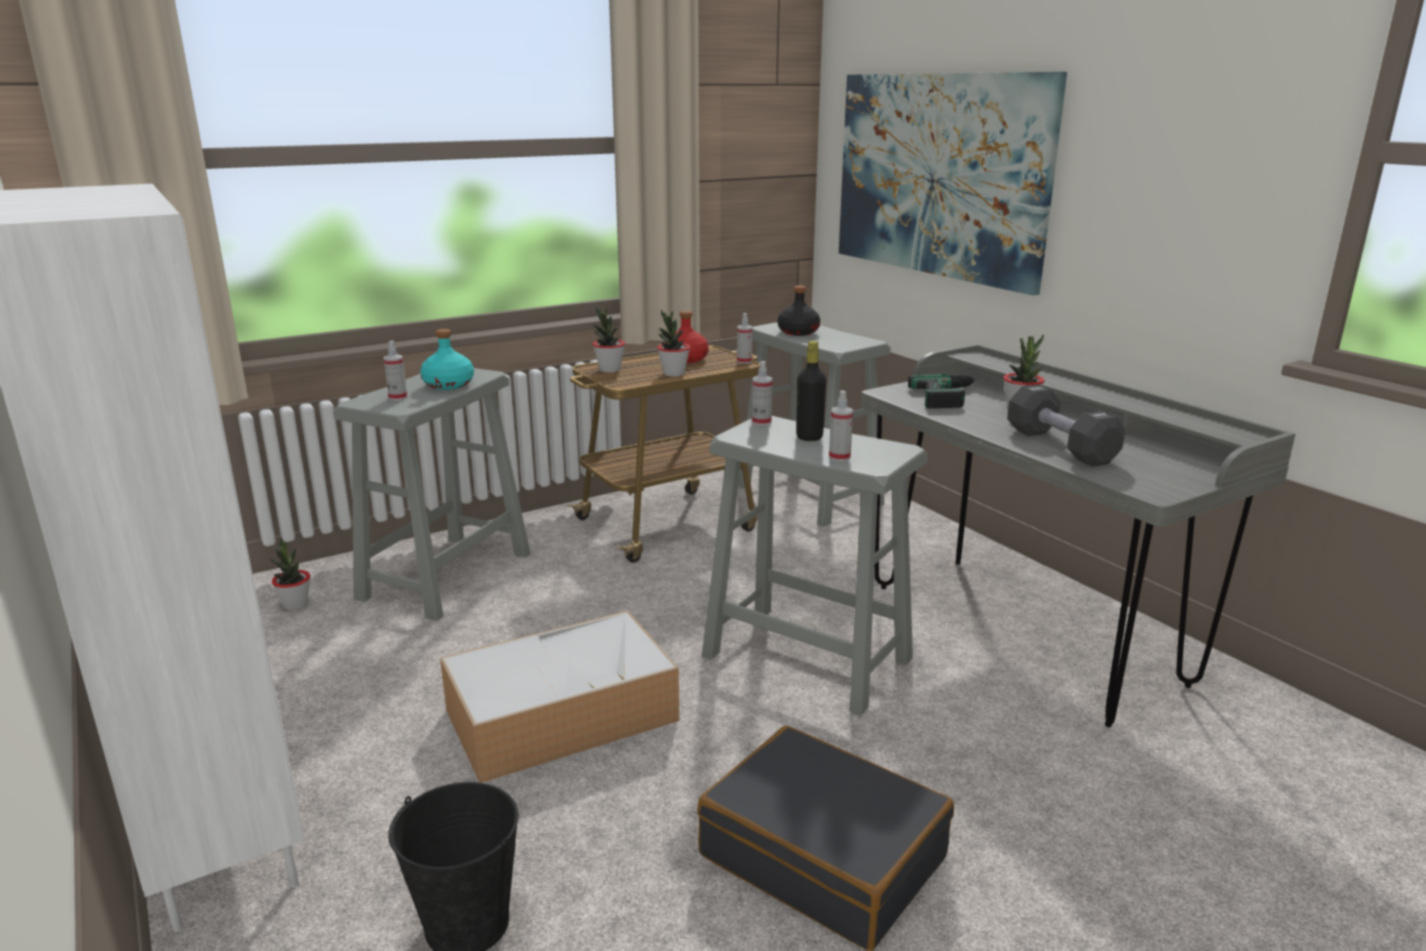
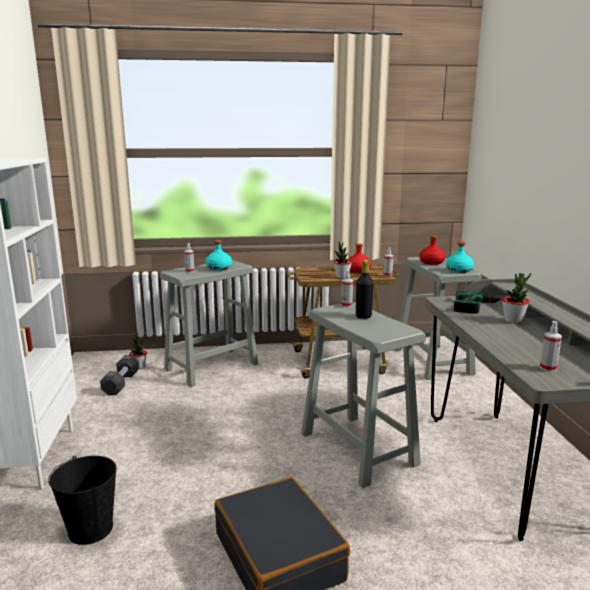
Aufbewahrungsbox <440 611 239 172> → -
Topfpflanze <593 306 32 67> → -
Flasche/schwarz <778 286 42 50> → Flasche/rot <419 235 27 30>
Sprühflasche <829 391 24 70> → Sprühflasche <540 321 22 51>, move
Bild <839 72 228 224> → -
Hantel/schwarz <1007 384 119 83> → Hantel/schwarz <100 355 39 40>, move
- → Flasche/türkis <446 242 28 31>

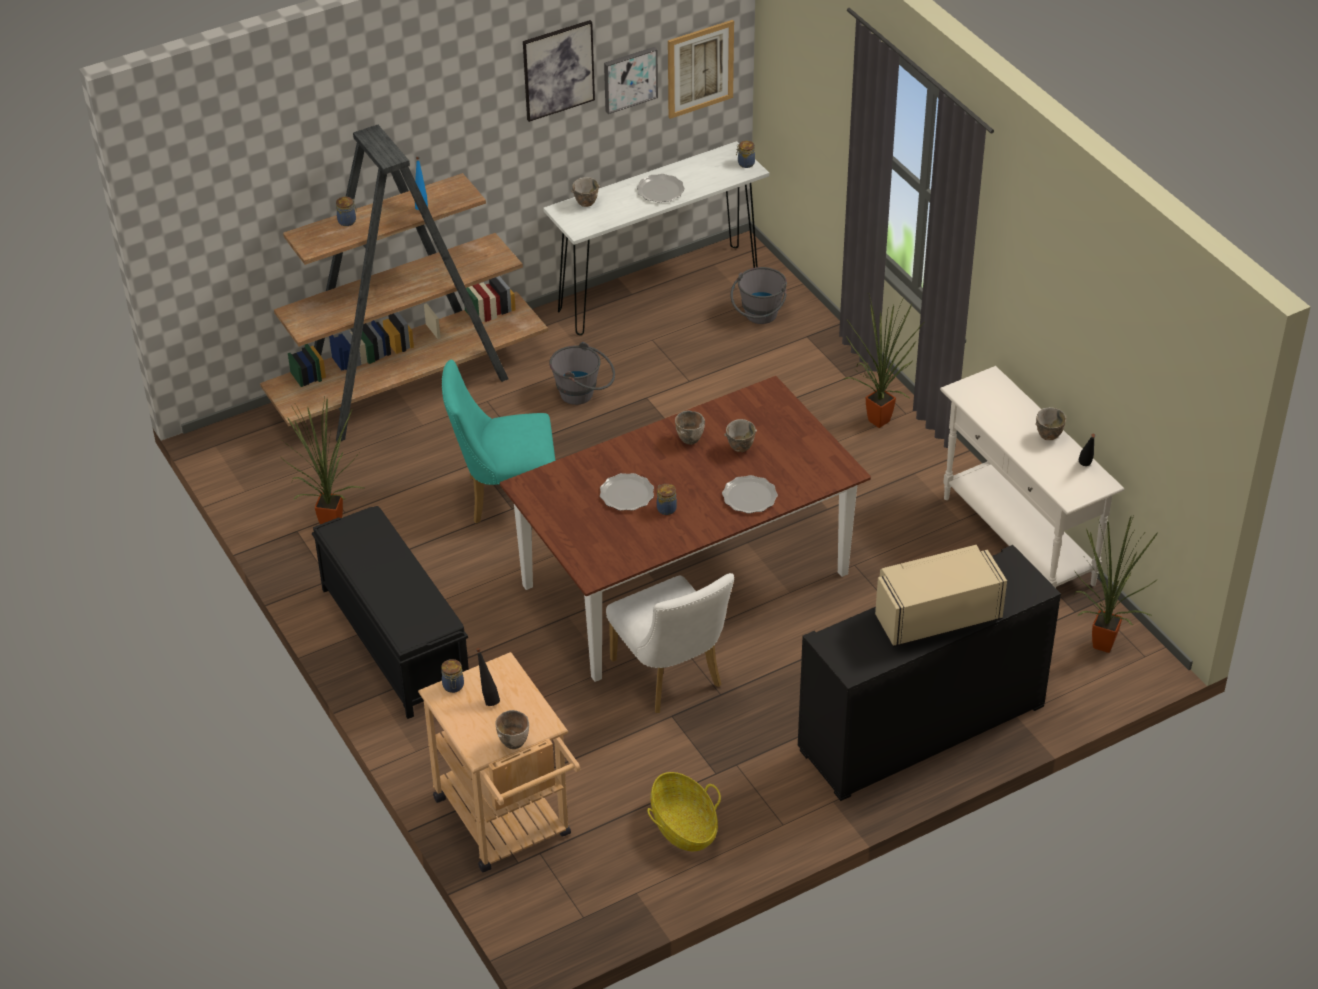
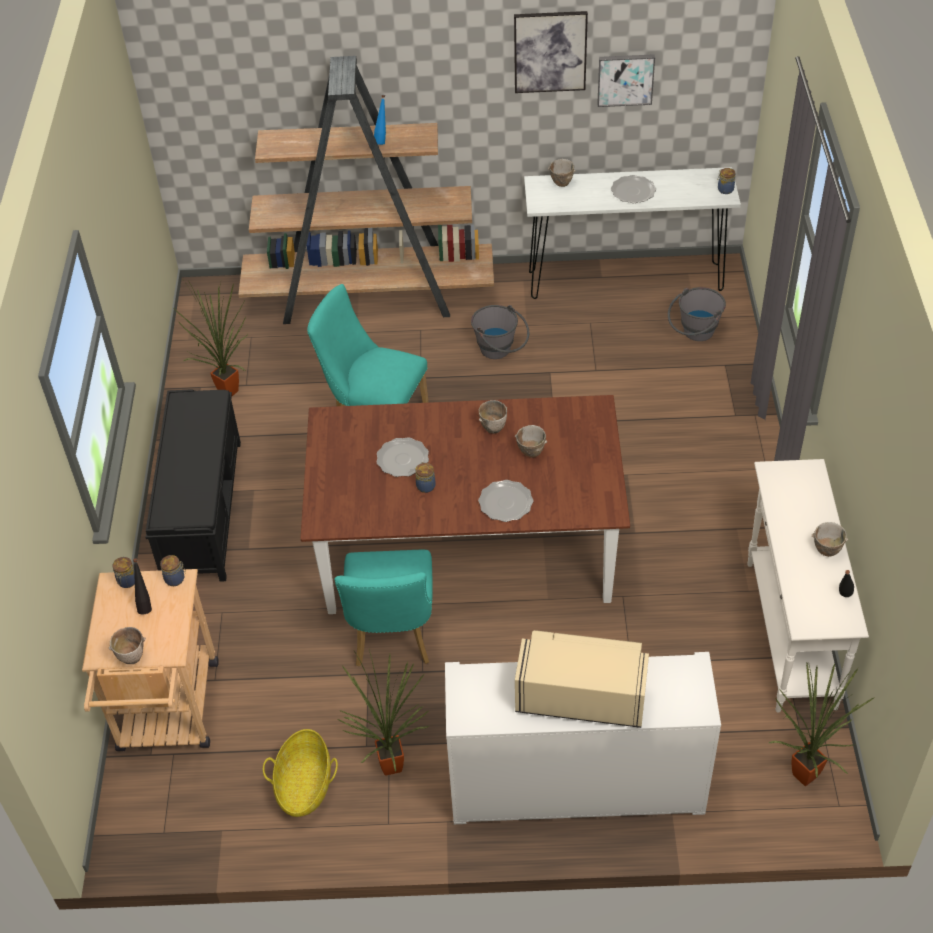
Vorratsglas <336 197 21 29> → Vorratsglas <160 555 26 31>, move
Stuhl/weiß <606 573 128 140> → Stuhl/türkis <334 550 99 117>
Bild <668 20 66 99> → -
Schrank/schwarz <798 545 263 256> → Schrank/weiß <445 652 276 172>
Topfpflanze <844 295 80 133> → Topfpflanze <338 649 91 127>, move

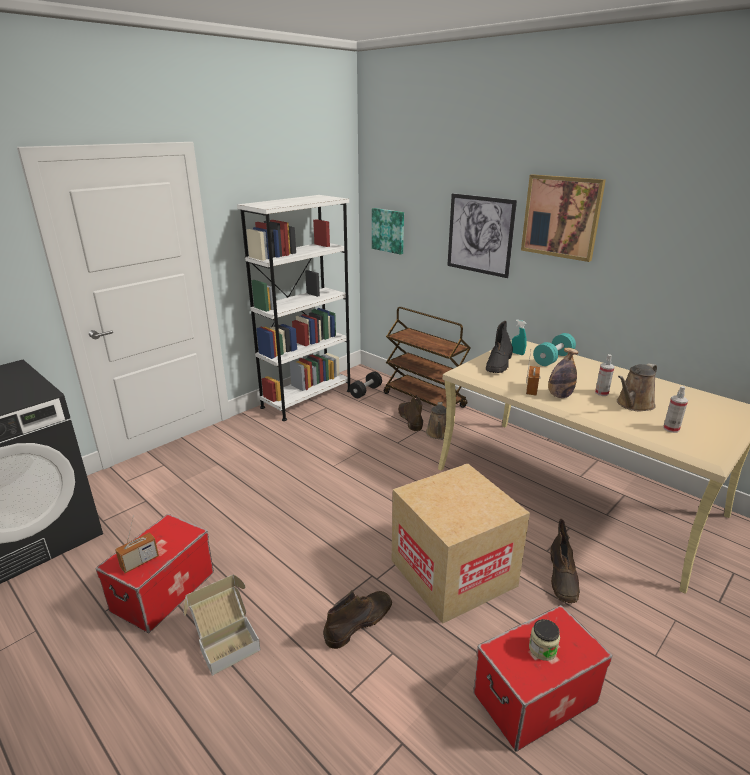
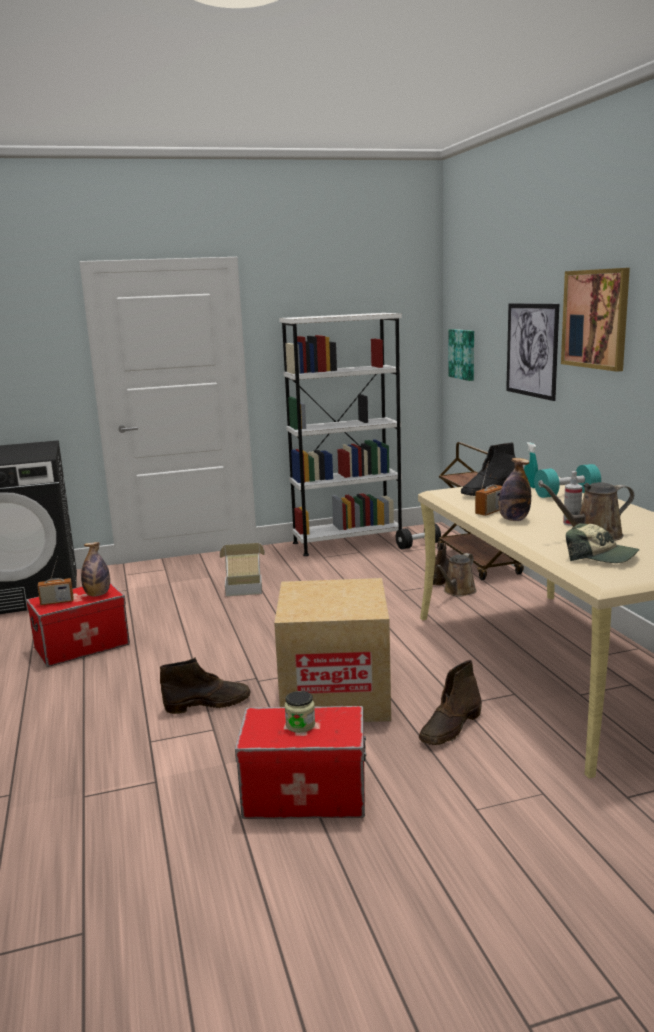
Karton <184 575 77 101> → Karton <220 543 45 53>, move
Sprühflasche <663 386 25 47> → Kappe <566 523 74 40>
- → Flasche <81 542 29 54>

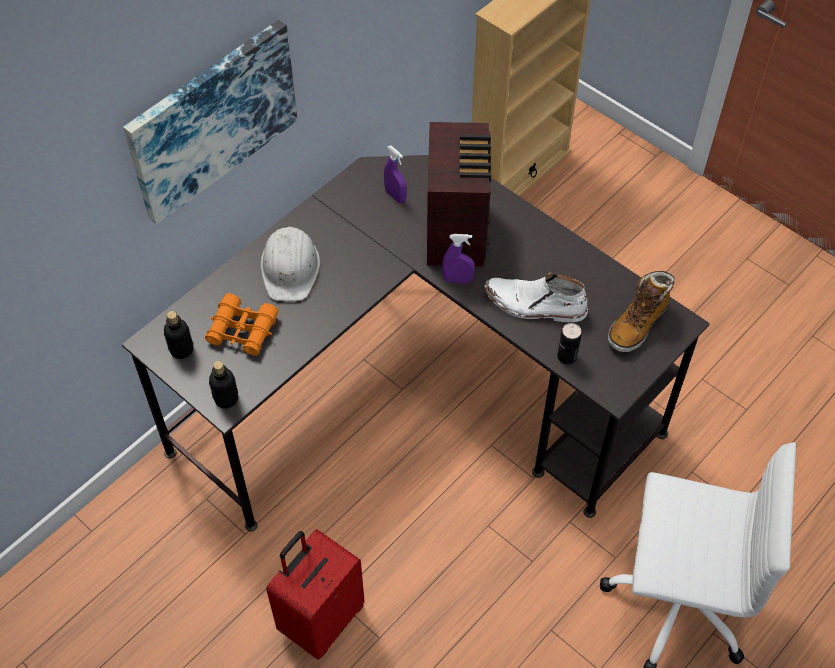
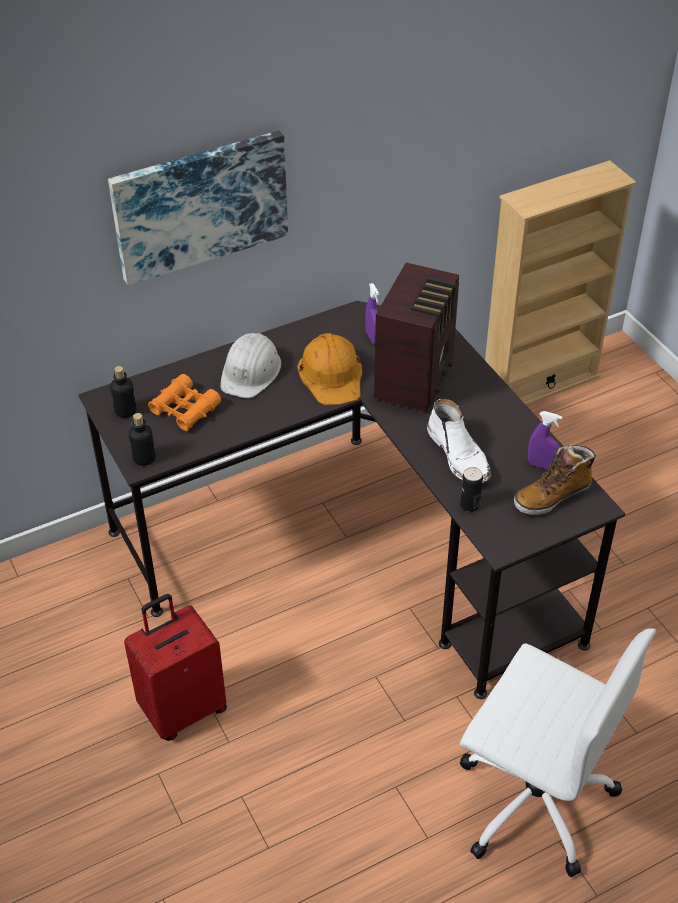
Sprühflasche/lila <442 234 33 49> → Sprühflasche/lila <528 411 34 59>, move
Stiefel/weiß <484 272 104 50> → Stiefel/weiß <427 399 64 84>, 150 degrees counterclockwise
- → Schutzhelm/orange <297 333 65 72>

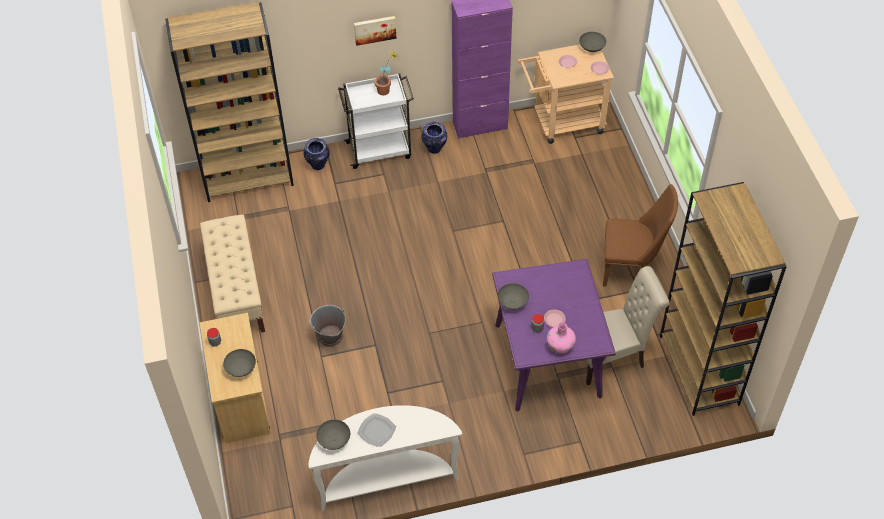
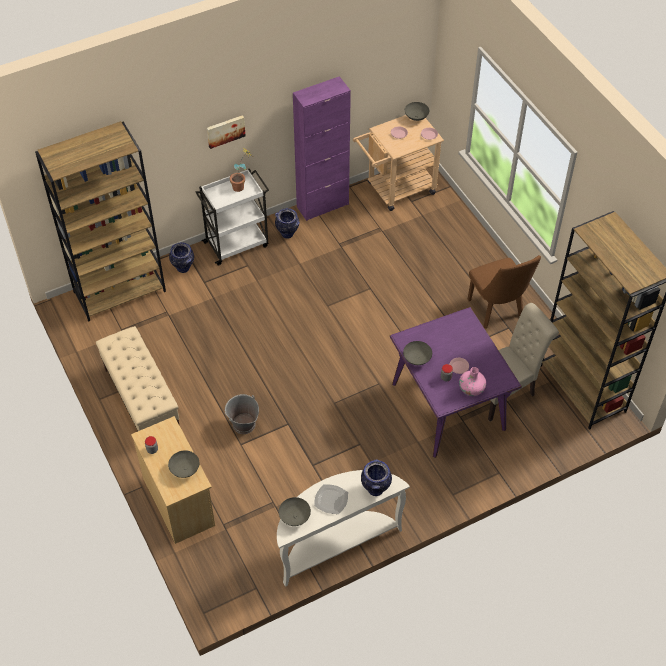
Stuhl/braun <603 184 75 103> → Stuhl/braun <468 255 73 74>, 75 degrees clockwise
- → Vase <361 459 31 37>

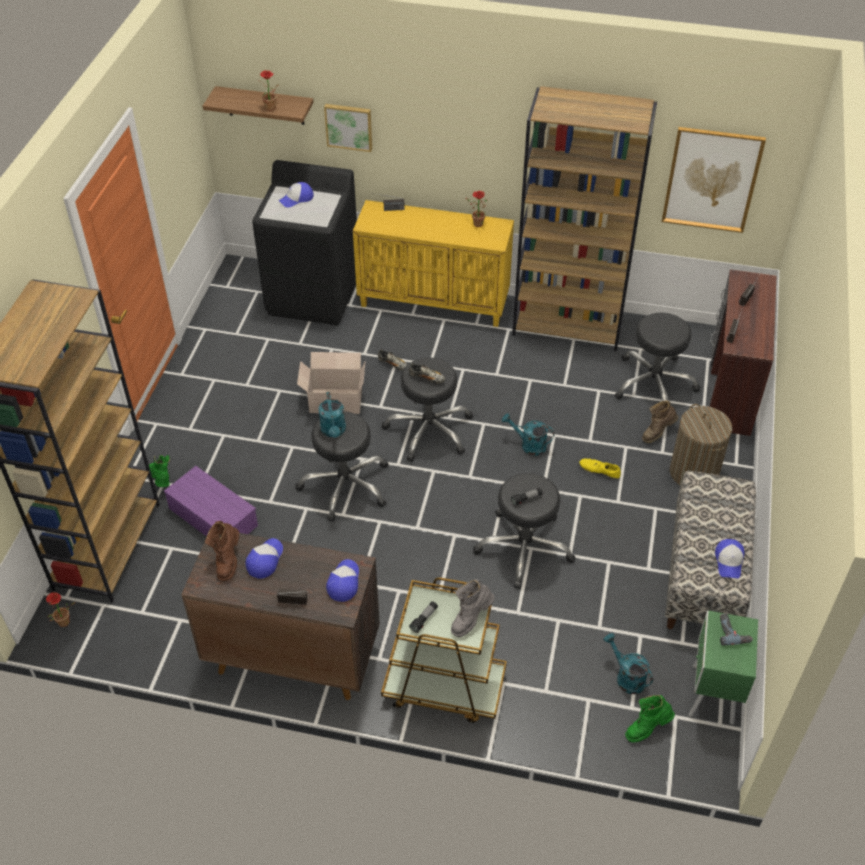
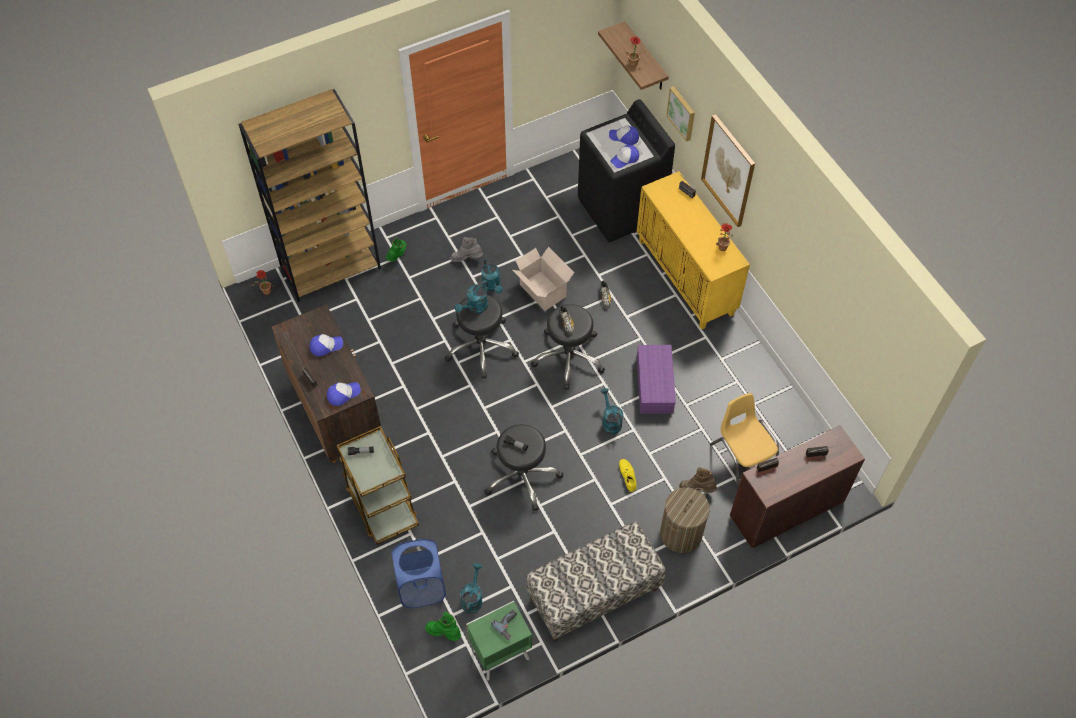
Aufbewahrungsbox/lila <164 466 94 71> → Aufbewahrungsbox/lila <637 345 39 69>, move
Stiefel/braun <205 521 34 60> → -
Stiefel/grau <451 579 43 58> → Stiefel/grau <451 237 32 25>, move
Bücherregal/braun <512 86 145 265> → -
Hocker/schwarz <615 313 86 88> → Stuhl/gelb <710 393 69 97>
Bild <662 127 104 106> → Bild <701 114 54 113>, move
Kappe <715 539 30 39> → Kappe <610 145 29 23>, move
- → Wäschekorb/blau <391 539 55 69>
- → Gießkanne/türkis <481 259 22 35>

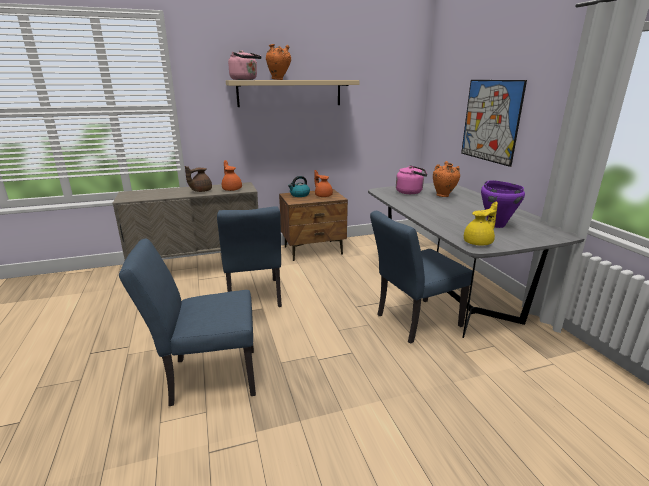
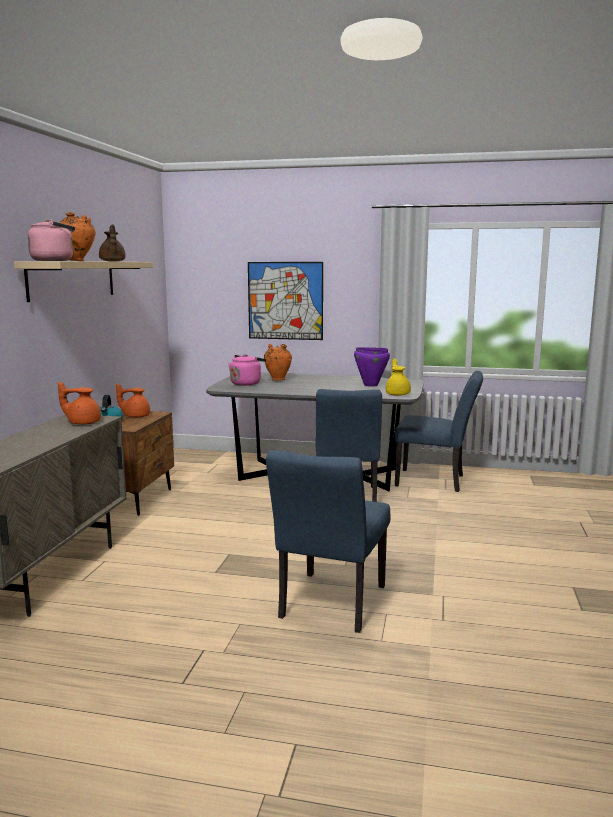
Teekanne/braun <185 166 27 26> → Teekanne/braun <99 224 27 38>, move
Stuhl/blau <217 206 65 101> → Stuhl/blau <395 371 88 121>, move

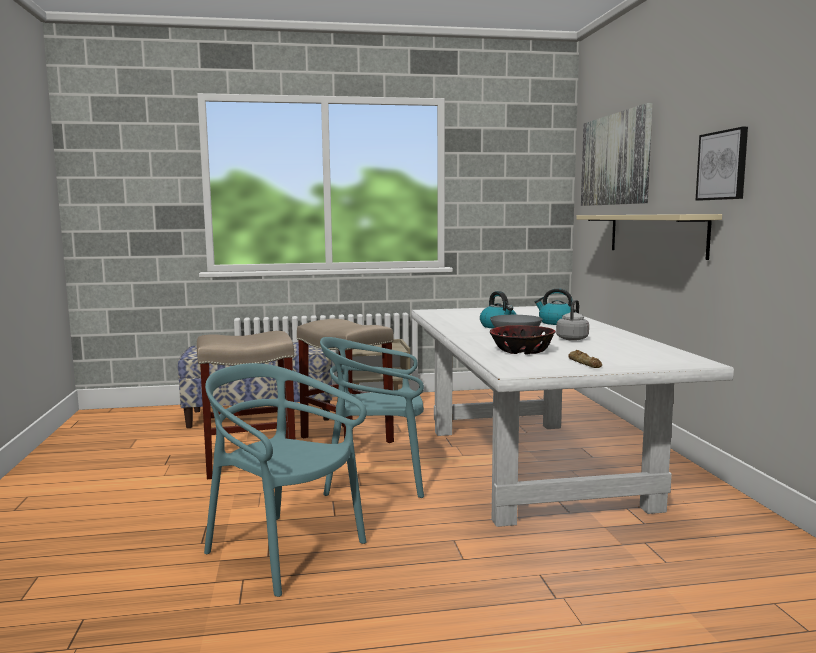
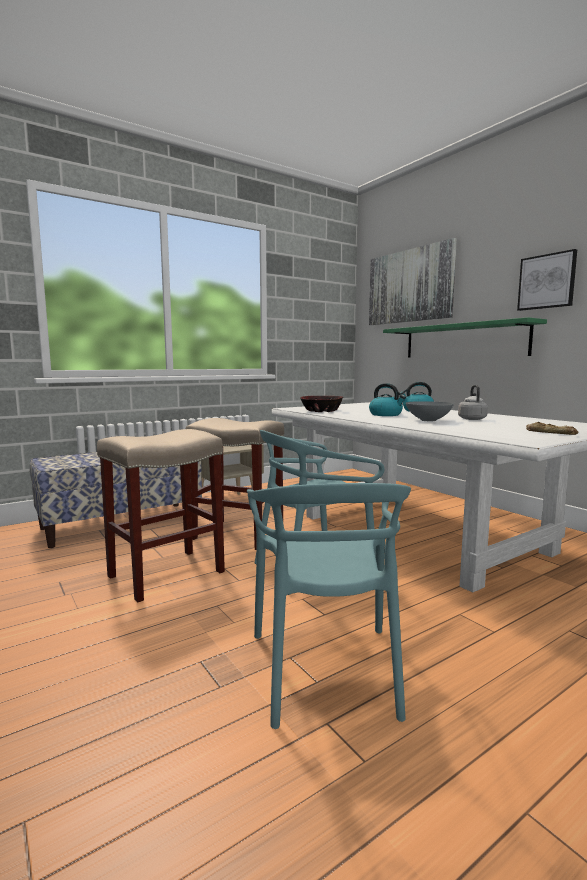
Stuhl/türkis <204 363 163 234> → Stuhl/türkis <247 483 164 246>, 105 degrees counterclockwise
Schüssel <490 325 66 30> → Schüssel <300 396 43 16>, move
Wandregal/beige <577 214 145 46> → Wandregal/grün <383 317 164 41>

